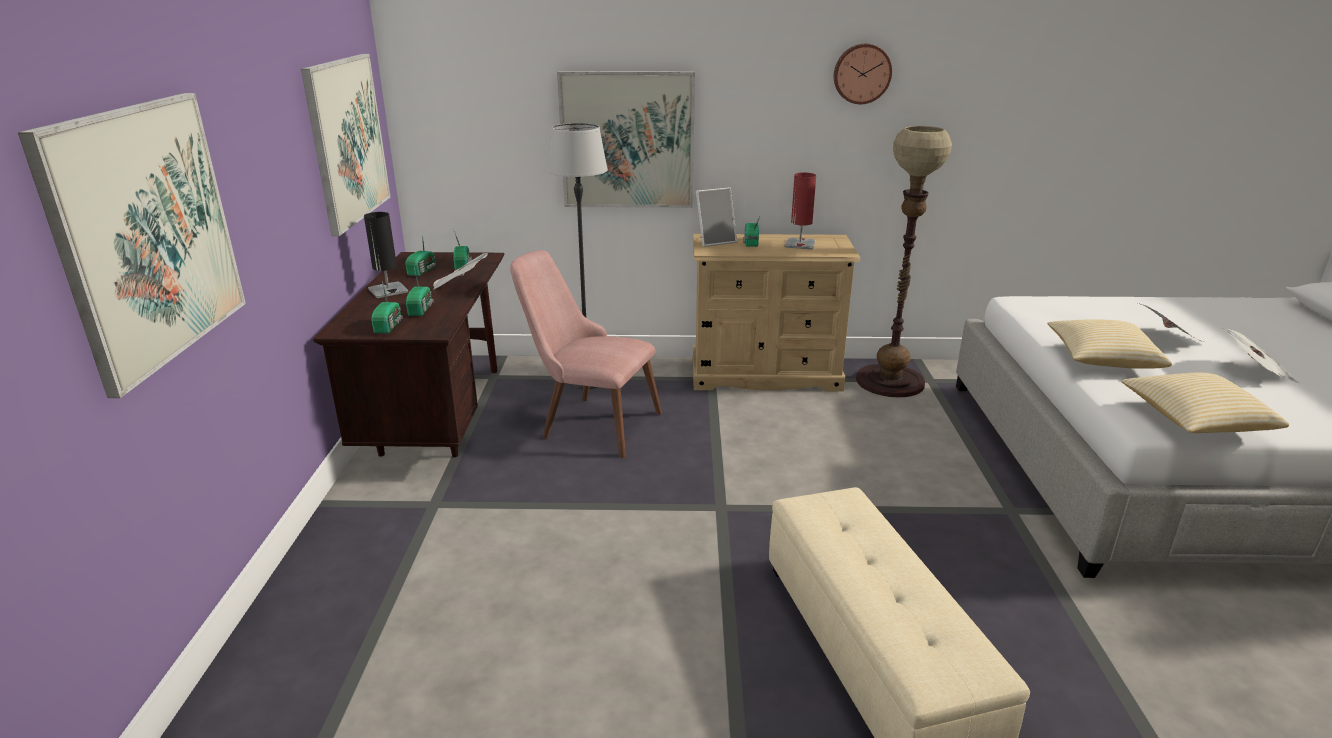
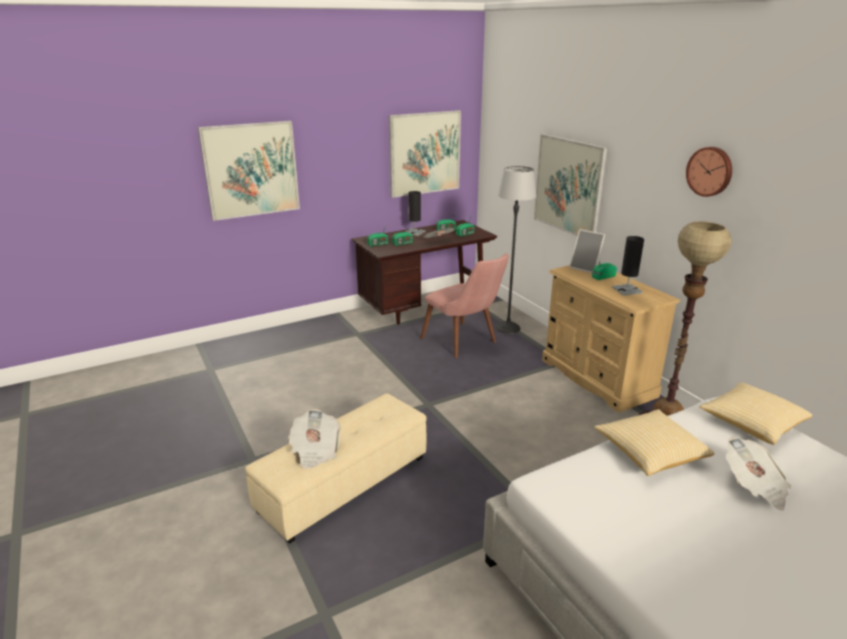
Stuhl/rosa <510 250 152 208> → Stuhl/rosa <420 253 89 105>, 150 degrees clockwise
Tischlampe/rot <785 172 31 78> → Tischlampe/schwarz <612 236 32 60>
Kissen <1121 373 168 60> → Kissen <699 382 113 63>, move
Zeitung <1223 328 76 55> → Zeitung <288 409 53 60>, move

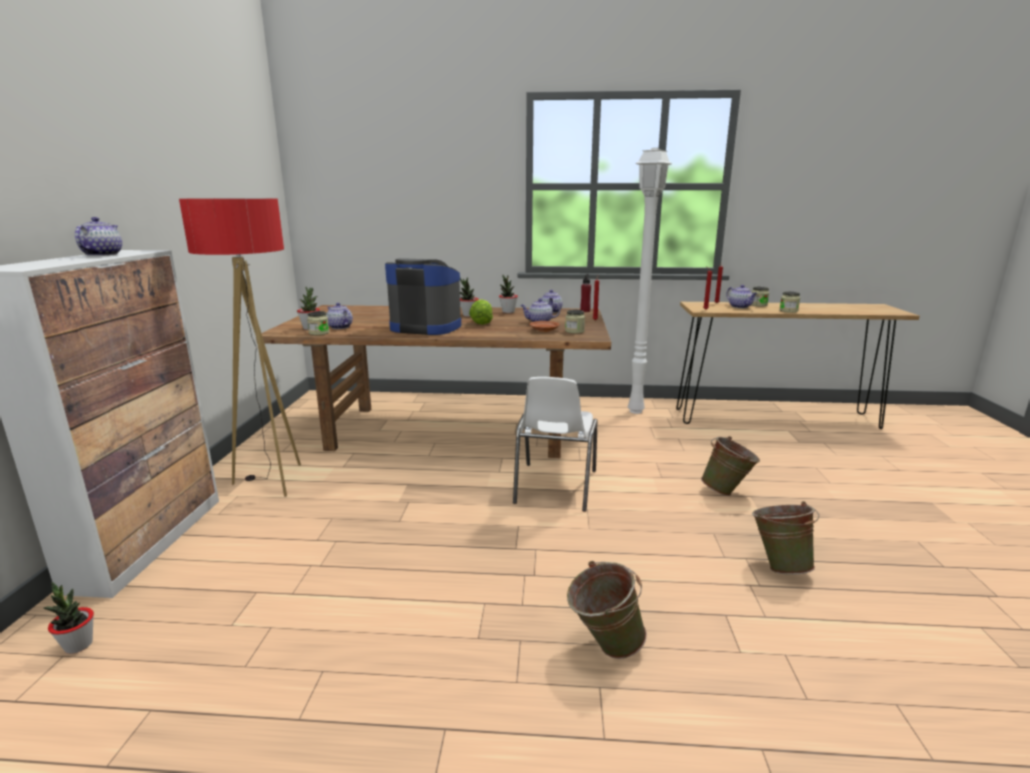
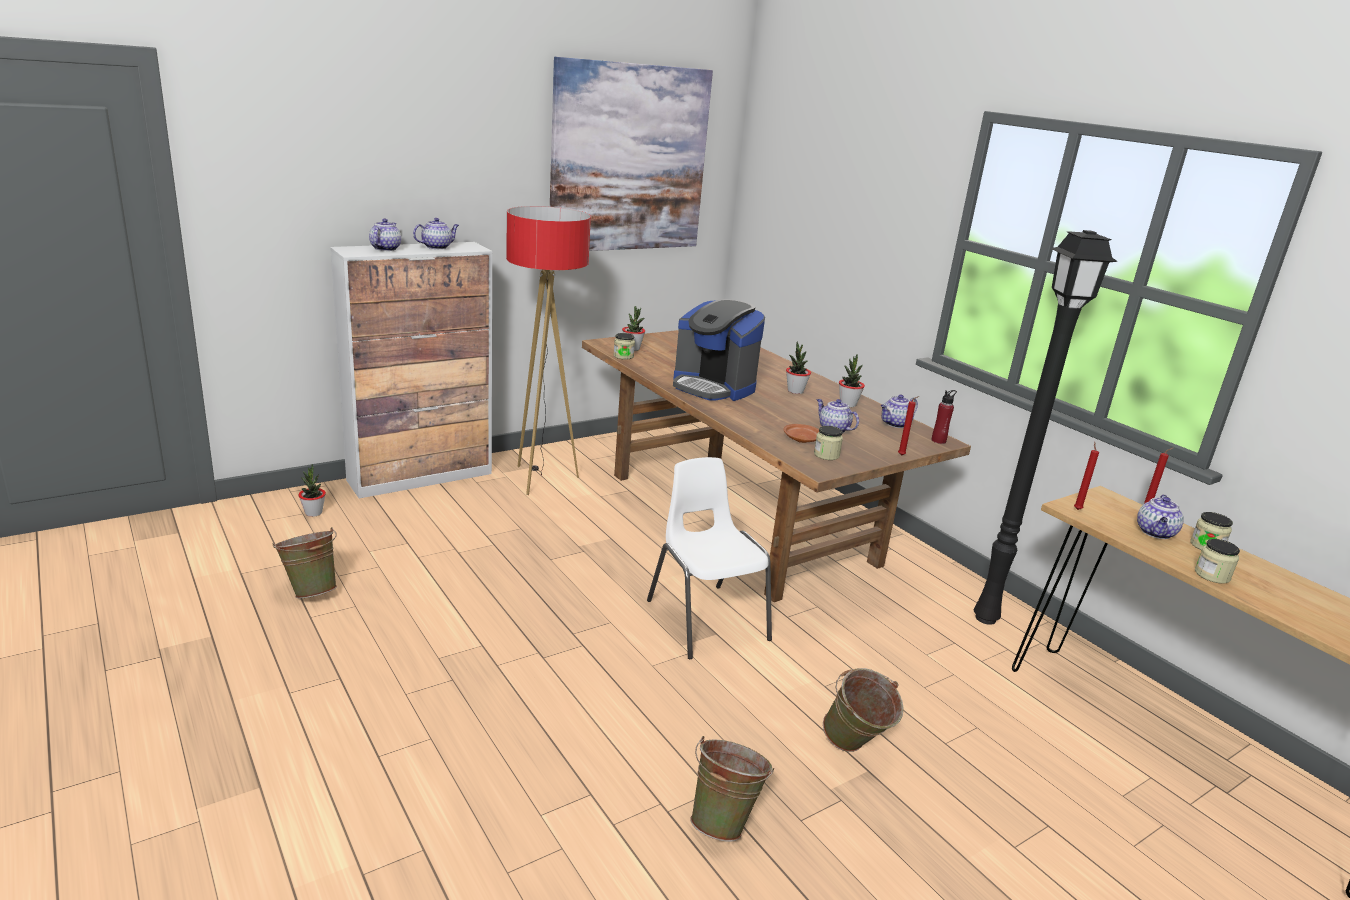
Teekanne <326 303 27 26> → Teekanne <369 218 32 33>, move
Kaffeemaschine <385 258 76 77> → Kaffeemaschine <673 299 92 102>, 150 degrees clockwise
Salatkopf <469 299 24 26> → -
Stuhl/weiß <513 377 85 135> → Stuhl/weiß <647 457 125 202>, 90 degrees clockwise
Eimer/grün <567 561 80 98> → Eimer/grün <272 527 65 72>, move
Stehlampe/weiß <628 148 44 266> → Stehlampe/schwarz <974 230 144 395>
- → Bild <550 57 163 194>

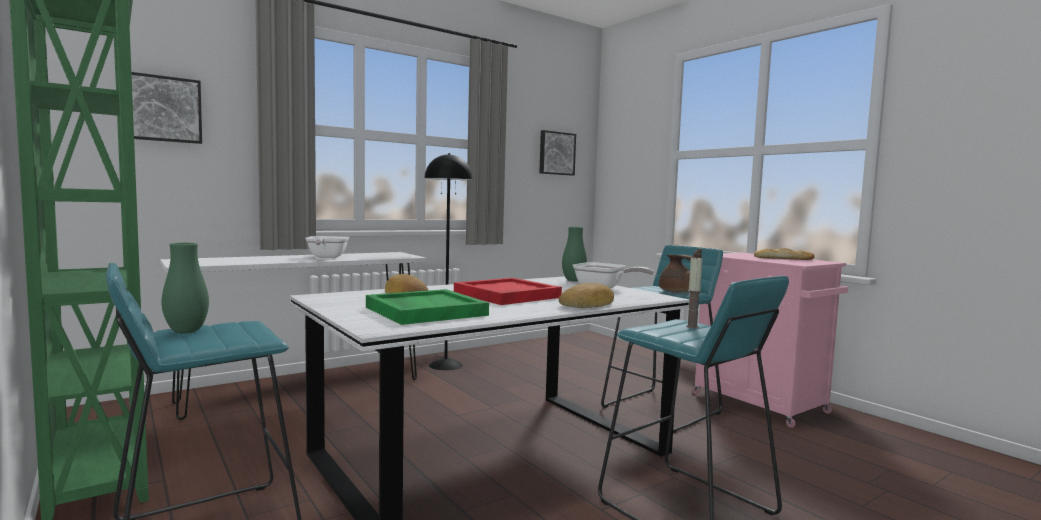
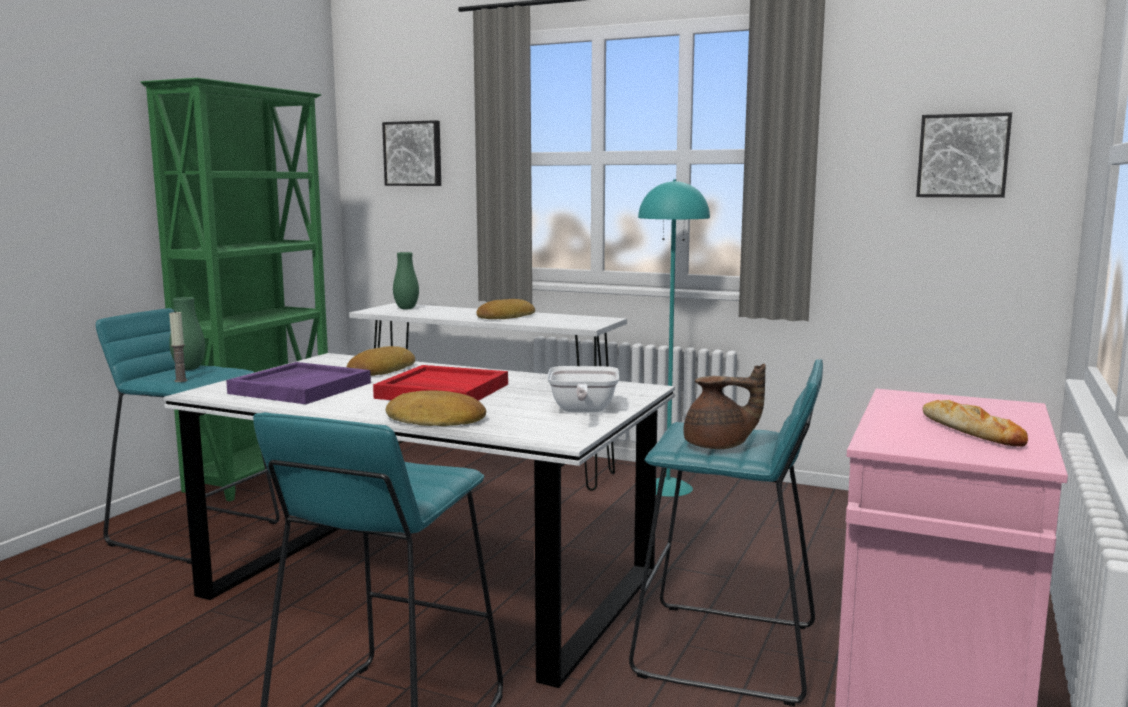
Pfanne <305 236 45 22> → Brot <476 299 59 20>
Tablett/grün <366 289 123 36> → Tablett/lila <226 362 145 42>
Stehlampe/schwarz <425 153 48 217> → Stehlampe/türkis <638 179 72 318>
Vase/grün <562 227 25 54> → Vase/grün <393 252 26 57>, move
Teekanne/braun <659 249 43 43> → Teekanne/braun <684 364 82 85>, 105 degrees counterclockwise
Kerze <686 257 16 71> → Kerze <169 311 18 71>, move

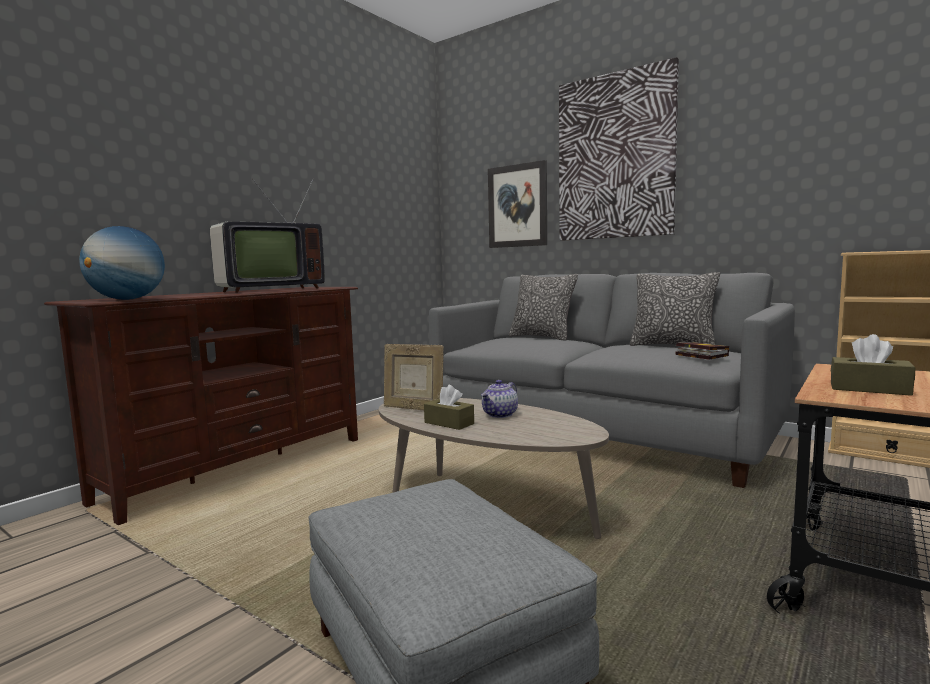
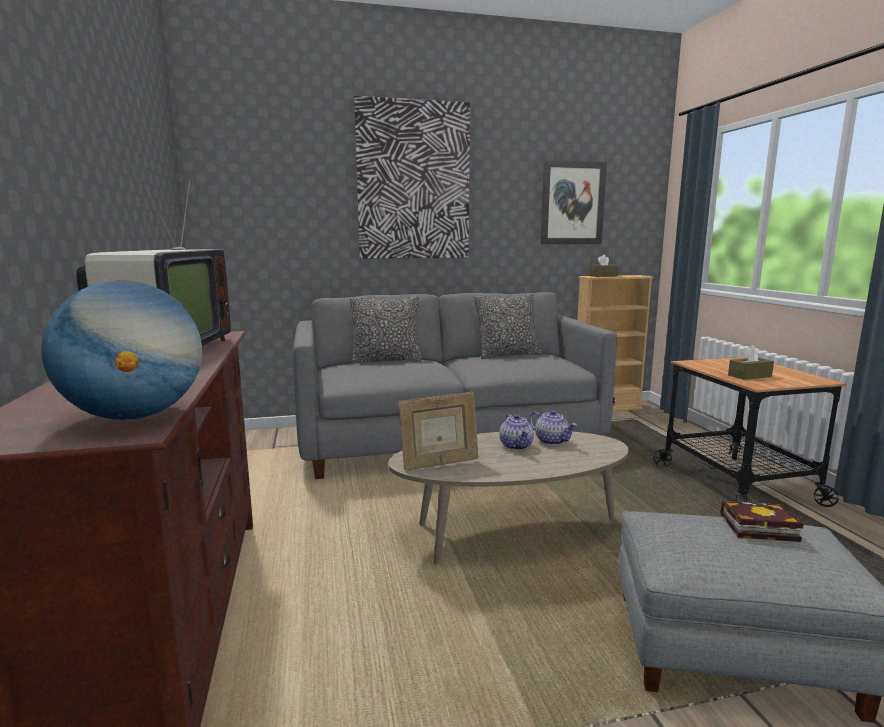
Taschentuchbox/braun <424 385 50 45> → Taschentuchbox/braun <589 254 29 23>, move
Bild <488 160 59 88> → Bild <540 160 67 84>, move
Buch <676 342 53 18> → Buch <720 501 84 41>, move
- → Teekanne <529 410 48 35>

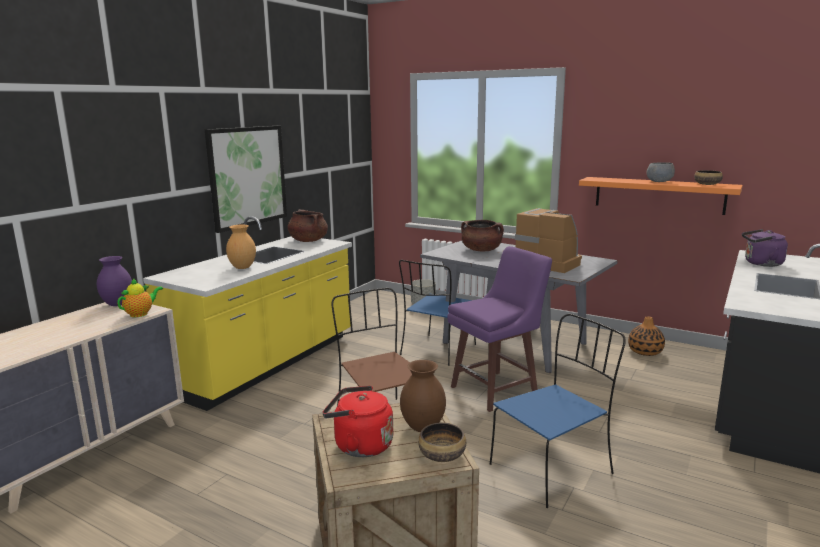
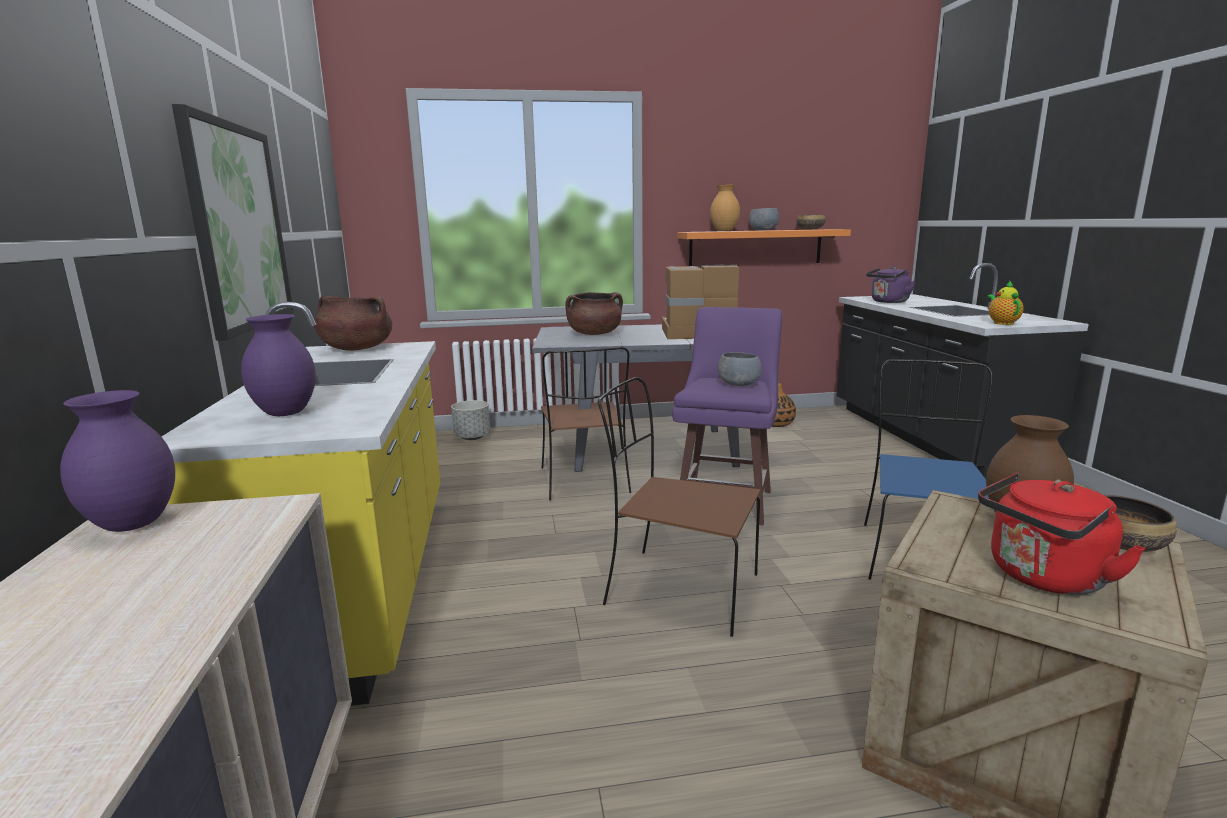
Teekanne <117 278 46 39> → Teekanne <987 281 37 44>, move
Vase/braun <226 225 30 44> → Vase/braun <710 185 30 46>, move
Stuhl/blau <399 260 77 106> → Stuhl/braun <541 347 90 153>
- → Vase/lila <241 314 75 102>
- → Schüssel/grau <717 352 45 34>

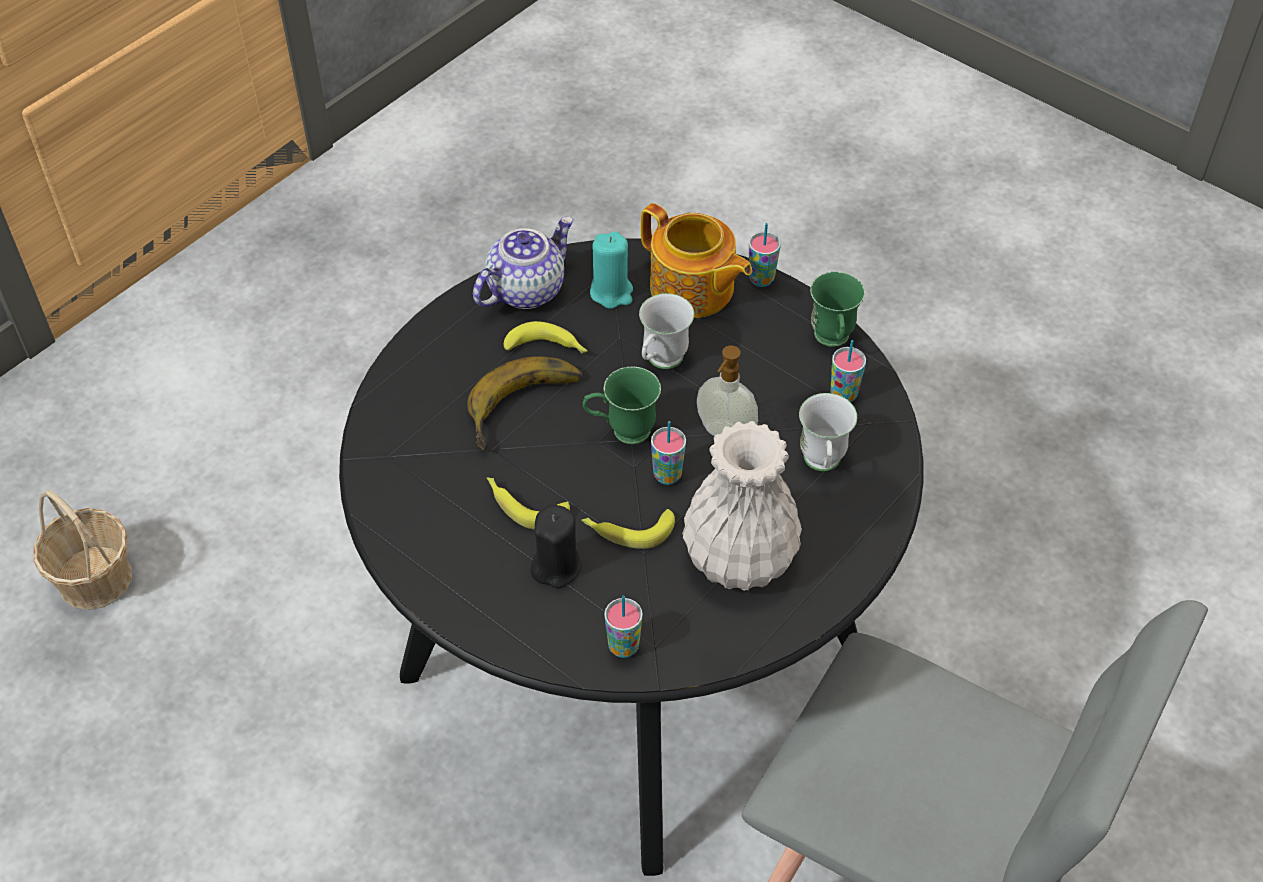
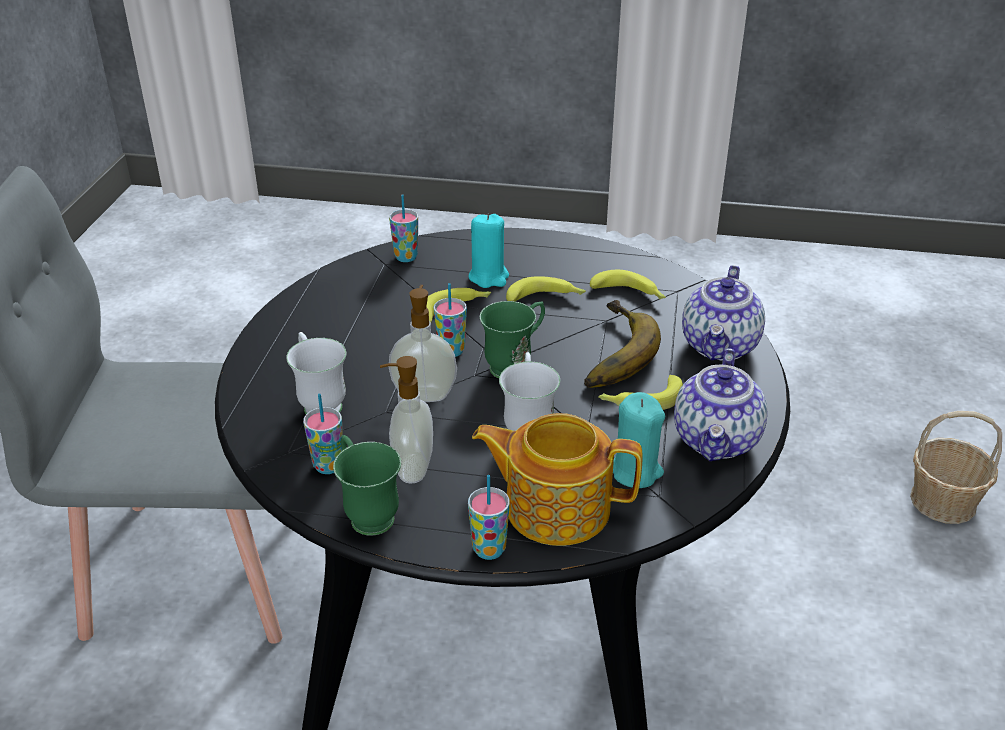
Kerze/schwarz <530 504 52 84> → Kerze/türkis <468 213 41 75>
Vase/weiß <682 421 120 170> → -
- → Seifenspender <380 356 53 127>
- → Banane <590 270 76 30>
- → Teekanne <682 265 83 96>

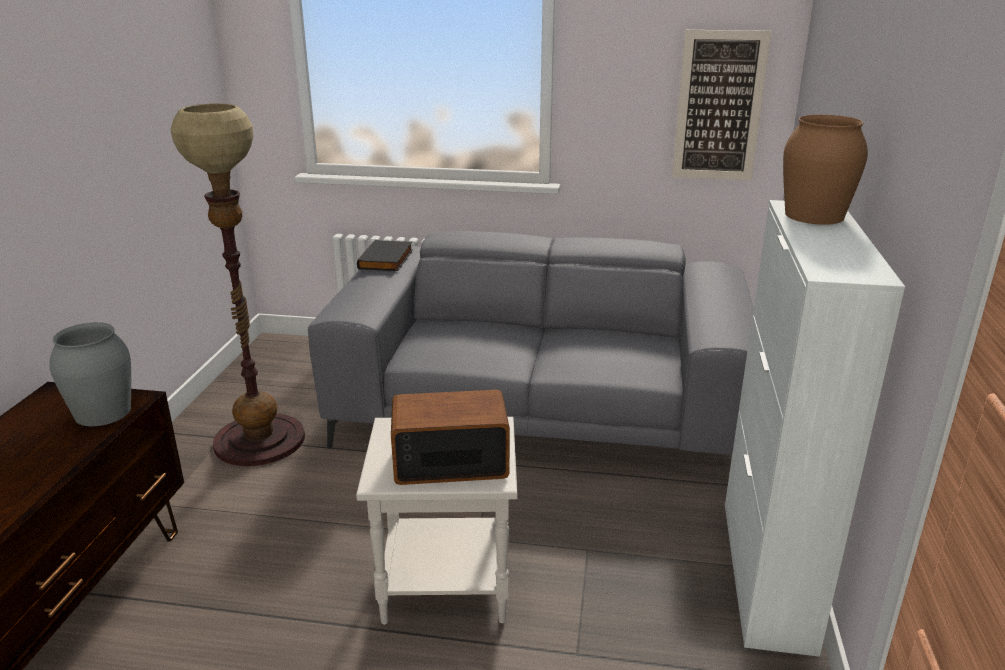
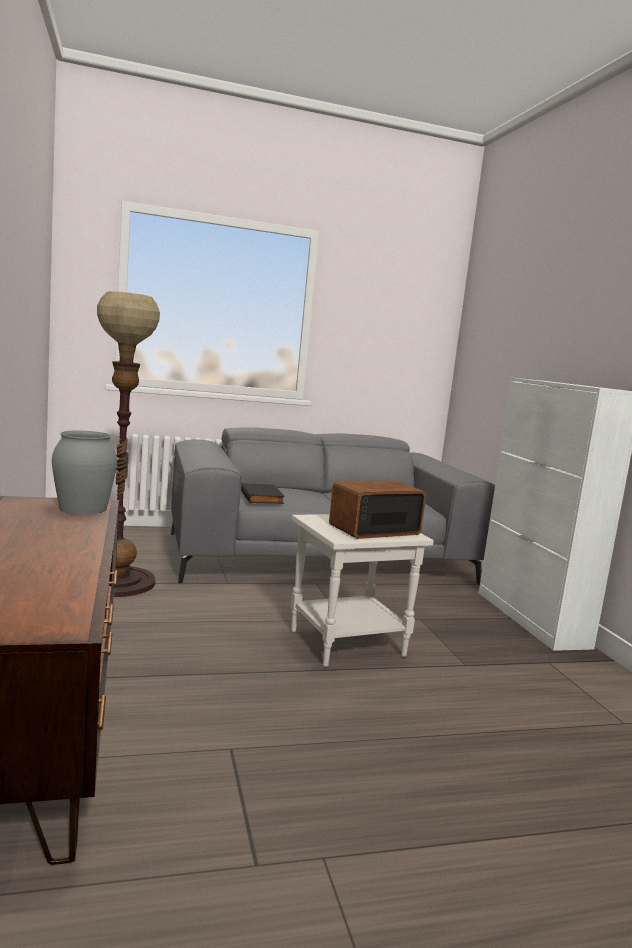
Buch/schwarz <357 240 56 31> → Buch/schwarz <241 483 43 21>, move
Bild <672 30 100 150> → -
Vase/braun <783 115 85 110> → -

